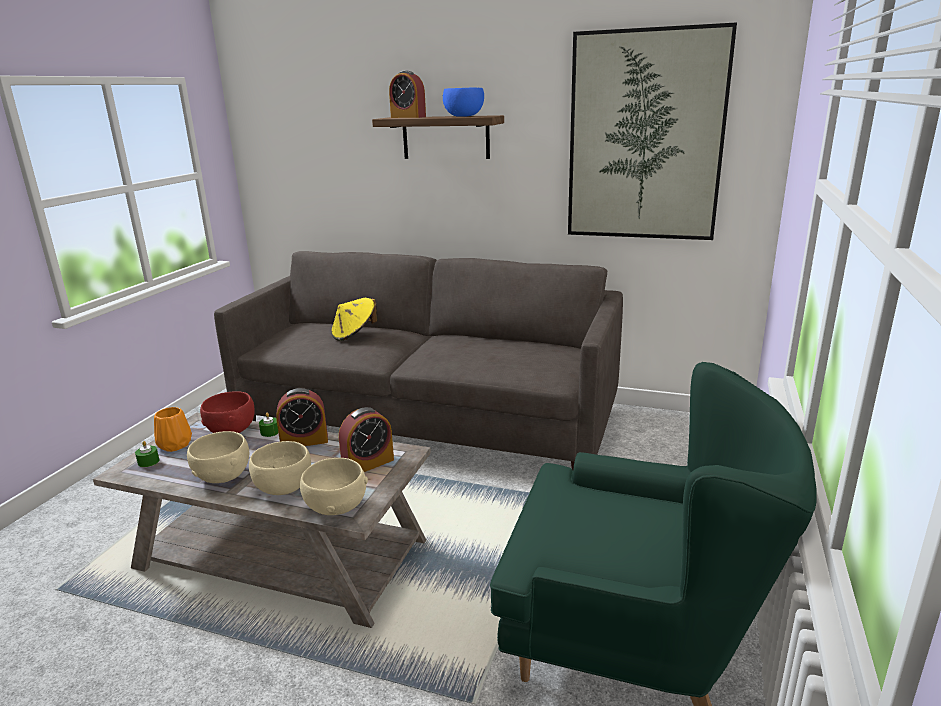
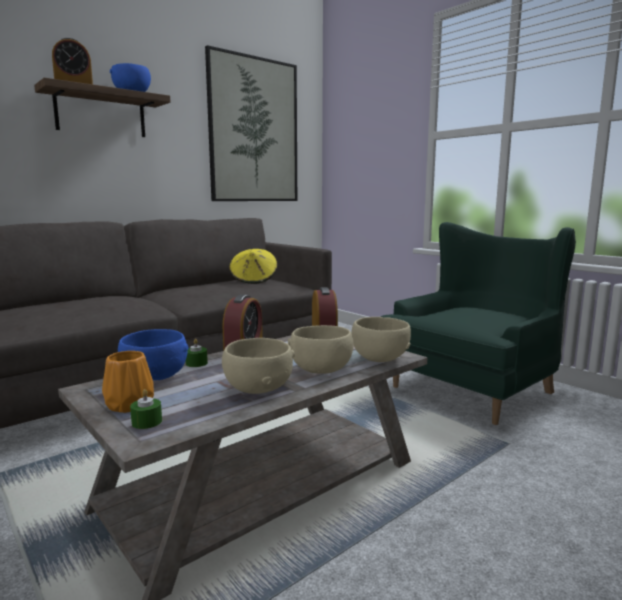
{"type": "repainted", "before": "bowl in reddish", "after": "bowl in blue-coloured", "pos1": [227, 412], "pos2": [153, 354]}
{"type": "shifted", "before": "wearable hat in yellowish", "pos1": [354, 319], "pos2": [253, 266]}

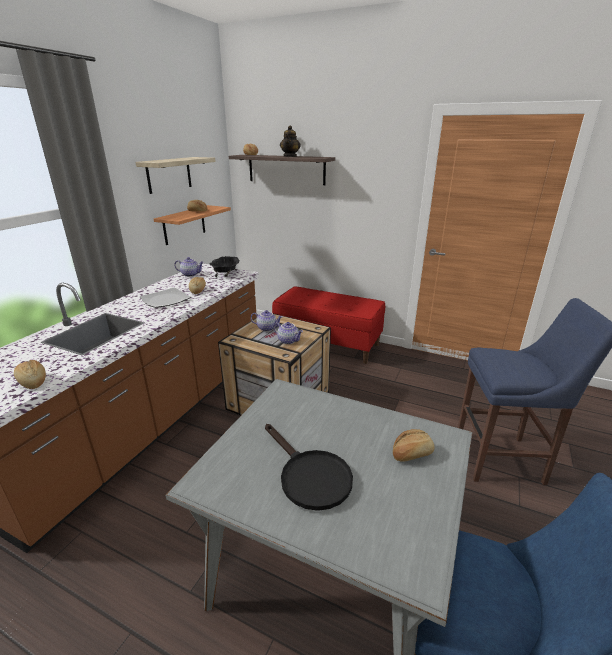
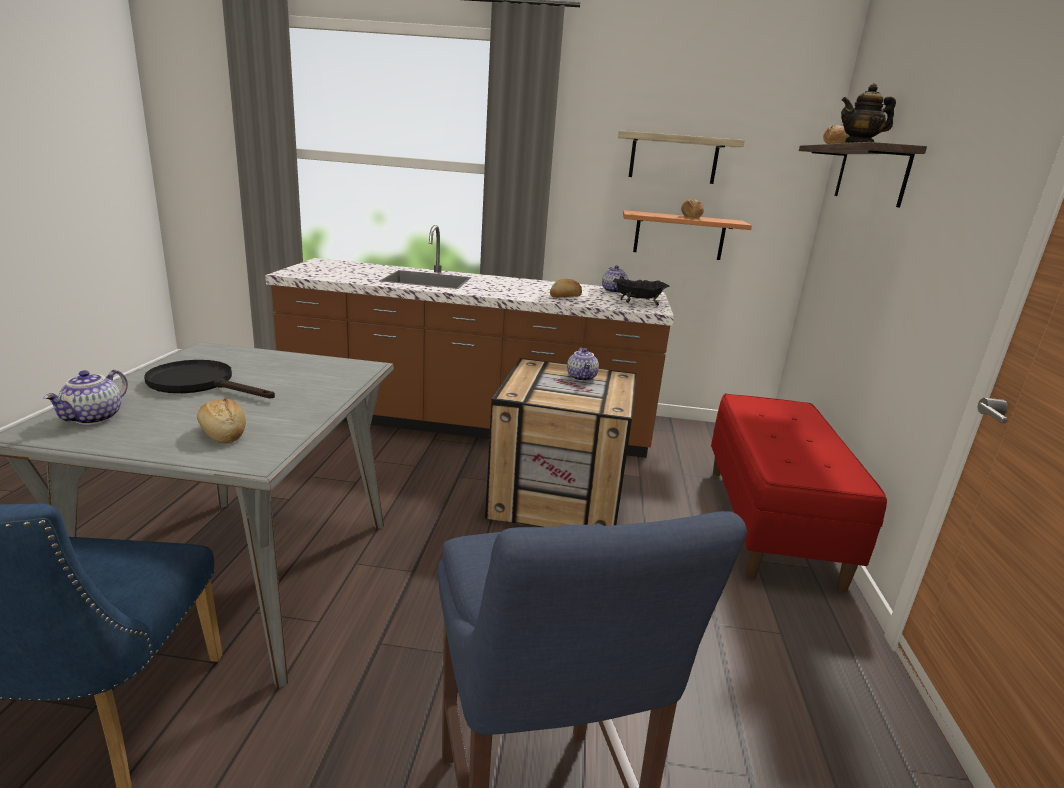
{"type": "shifted", "before": "pot for tea", "pos1": [288, 333], "pos2": [85, 397]}
{"type": "rotated", "before": "frying pan in blackish", "pos1": [309, 467], "pos2": [209, 379], "turn": 75}
{"type": "gone", "before": "baked bread", "pos1": [30, 374]}
{"type": "gone", "before": "dinner plate", "pos1": [165, 298]}

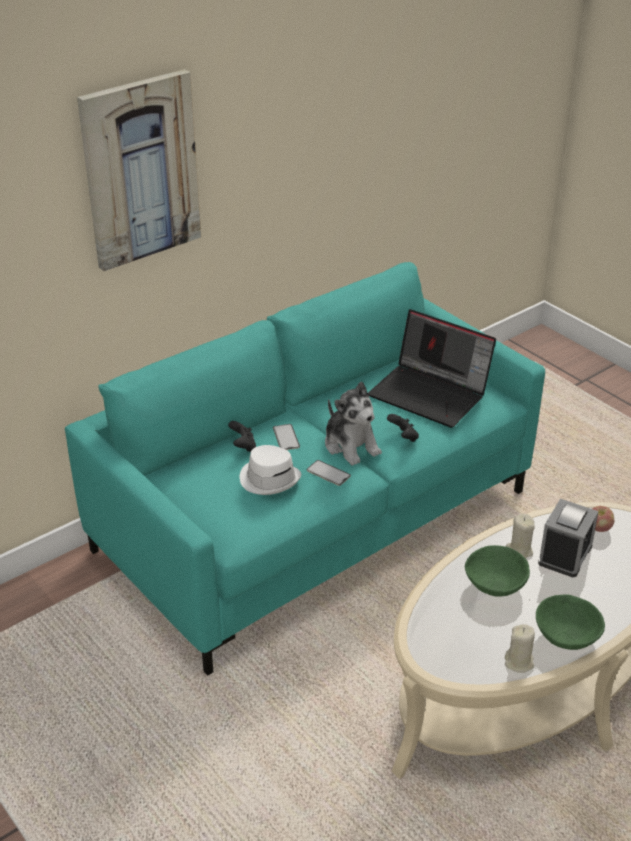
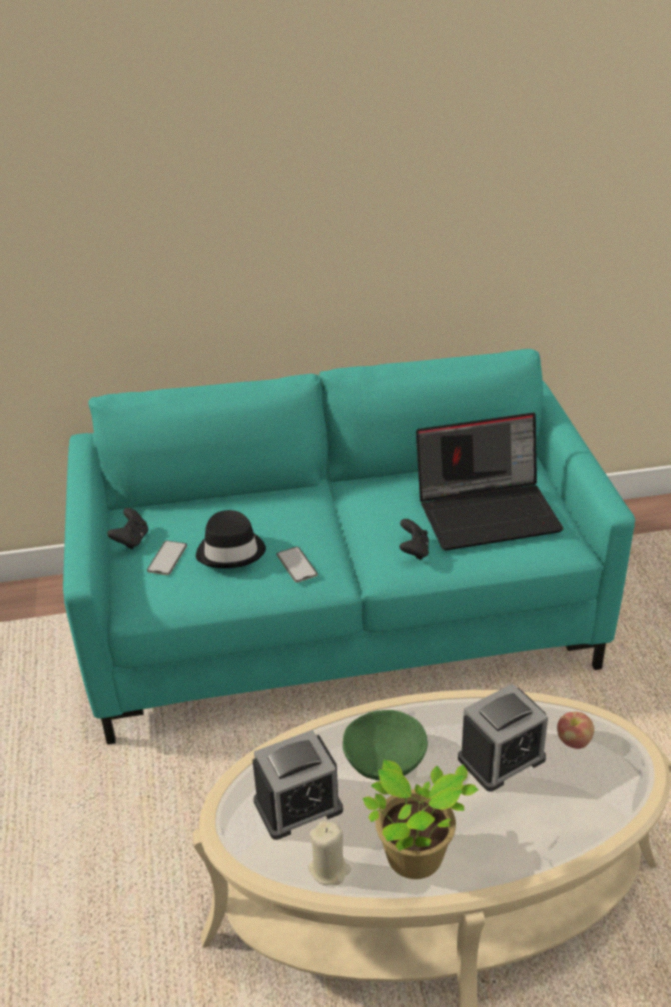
{"type": "shifted", "before": "joypad in blackish", "pos1": [242, 436], "pos2": [127, 528]}
{"type": "shifted", "before": "phone", "pos1": [286, 437], "pos2": [167, 557]}
{"type": "repainted", "before": "wearable hat in whitish", "after": "wearable hat in blackish", "pos1": [270, 470], "pos2": [231, 539]}
{"type": "new", "after": "table clock", "pos2": [297, 785]}
{"type": "swapped", "before": "bowl in green-coloured", "after": "plant in a pot", "pos1": [570, 622], "pos2": [421, 819]}
{"type": "rotated", "before": "laptop", "pos1": [432, 368], "pos2": [489, 481], "turn": -75}
{"type": "gone", "before": "picture", "pos1": [139, 170]}
{"type": "gone", "before": "plush toy", "pos1": [353, 423]}
{"type": "gone", "before": "candle in sand-coloured", "pos1": [520, 536]}

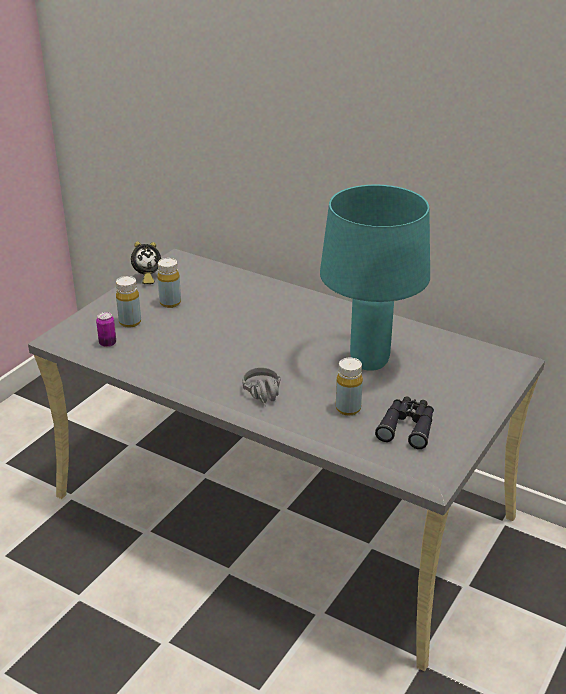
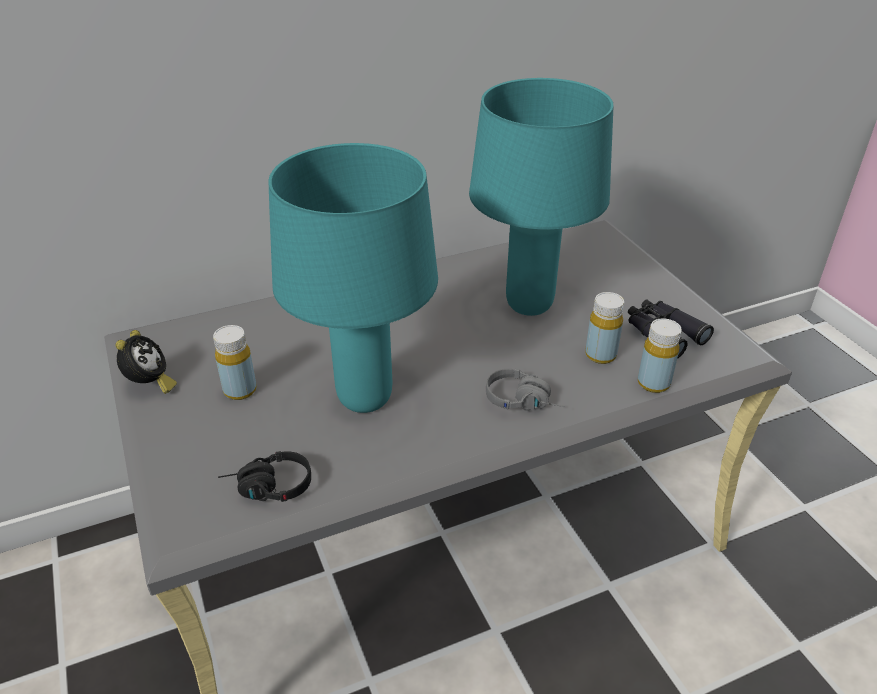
{"type": "swapped", "before": "metal can", "after": "headset in blackish", "pos1": [106, 329], "pos2": [264, 476]}
{"type": "new", "after": "tabletop lamp in blue-green", "pos2": [353, 278]}
{"type": "shifted", "before": "bottle in yellowish", "pos1": [128, 302], "pos2": [660, 355]}

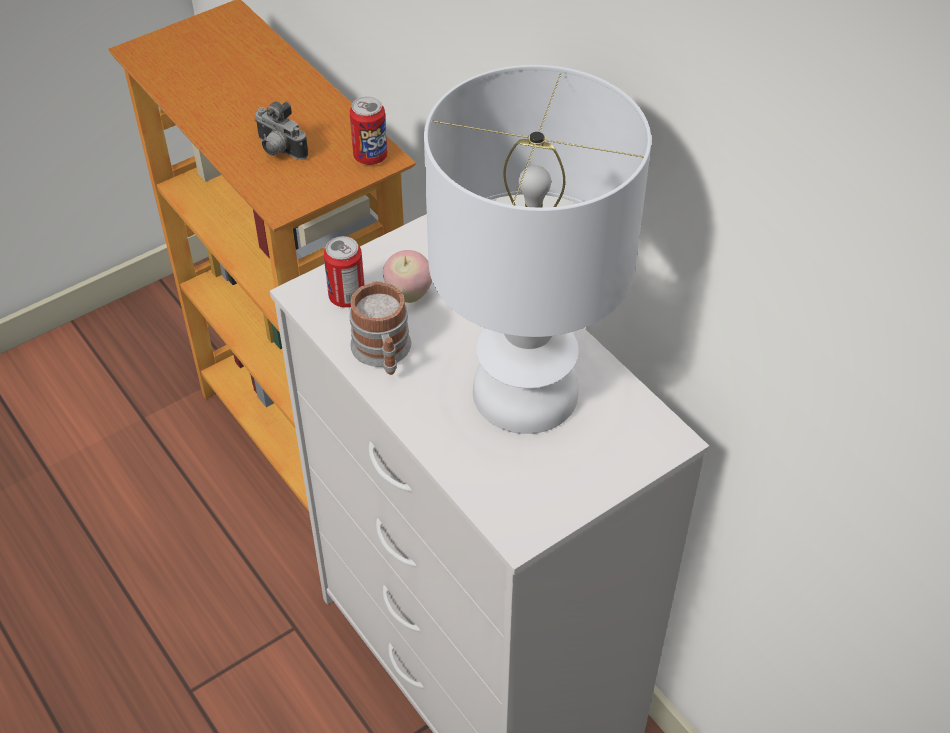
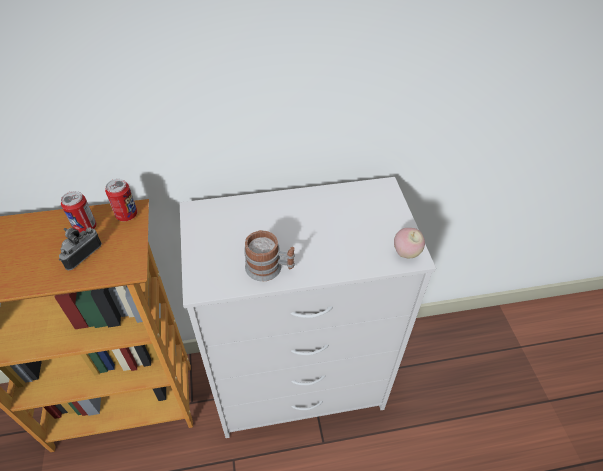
{"type": "rotated", "before": "still camera", "pos1": [281, 130], "pos2": [80, 248], "turn": 150}
{"type": "shifted", "before": "metal can", "pos1": [344, 271], "pos2": [78, 212]}
{"type": "shifted", "before": "whole apple", "pos1": [407, 276], "pos2": [409, 243]}
{"type": "gone", "before": "tabletop lamp in whitish", "pos1": [537, 249]}

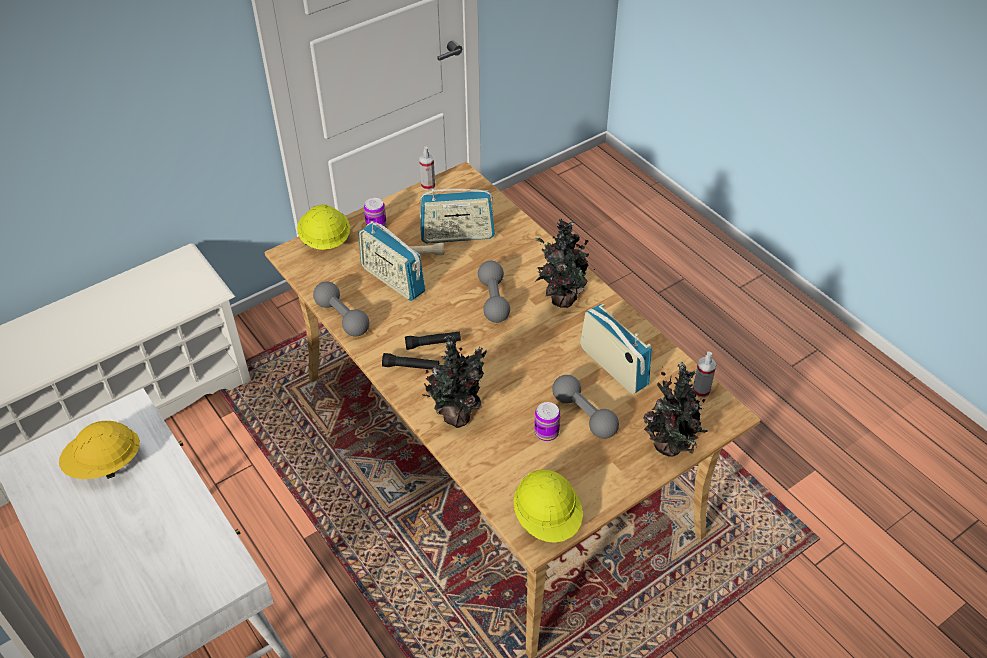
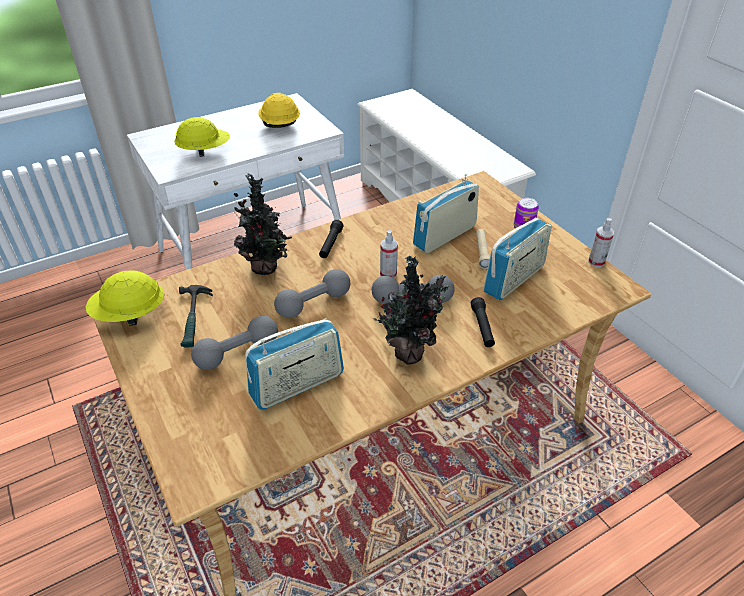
{"type": "shifted", "before": "work helmet in yellowish", "pos1": [323, 227], "pos2": [202, 137]}
{"type": "new", "after": "hand hammer", "pos2": [196, 316]}
{"type": "shifted", "before": "free weight in grey", "pos1": [341, 308], "pos2": [312, 293]}
{"type": "shifted", "before": "hand sprayer", "pos1": [704, 374], "pos2": [389, 254]}
{"type": "shifted", "before": "flashlight in blackish", "pos1": [433, 340], "pos2": [483, 322]}
{"type": "rotated", "before": "radio receiver", "pos1": [457, 216], "pos2": [517, 259], "turn": -135}
{"type": "gone", "before": "metal can", "pos1": [547, 421]}
{"type": "gone", "before": "plant in a pot", "pos1": [675, 409]}

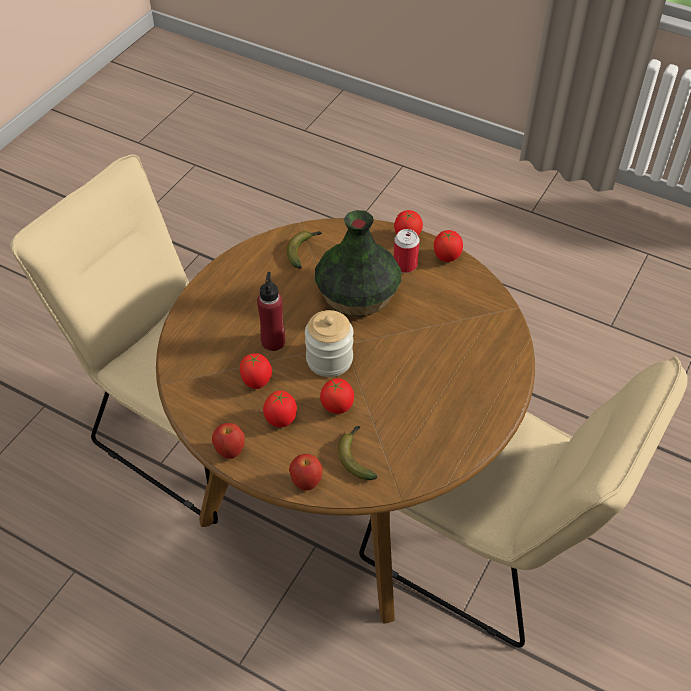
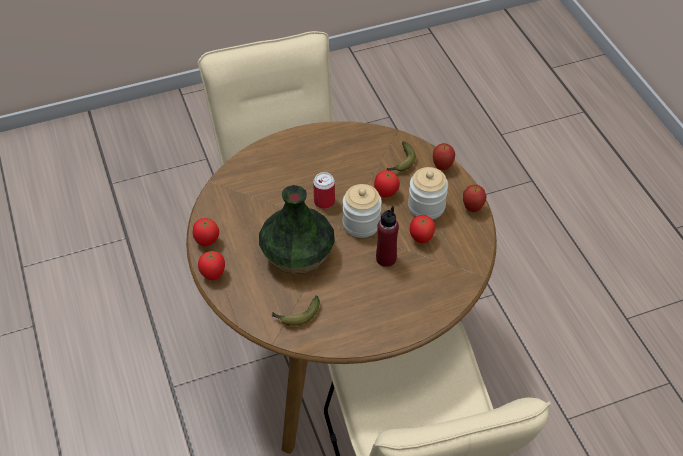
{"type": "shifted", "before": "metal can", "pos1": [406, 251], "pos2": [324, 190]}
{"type": "swapped", "before": "whole tomato", "after": "jar", "pos1": [280, 408], "pos2": [428, 193]}

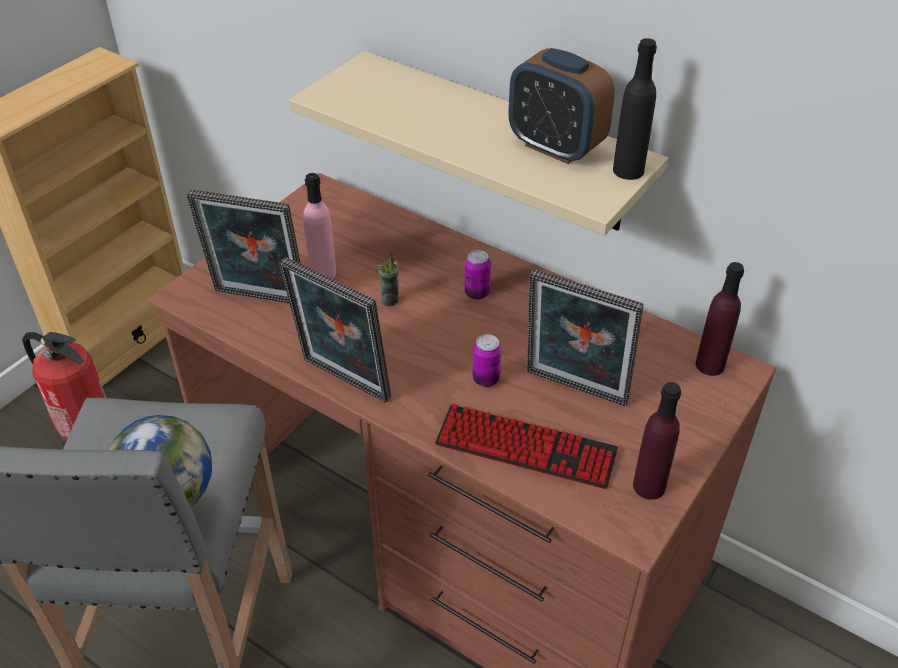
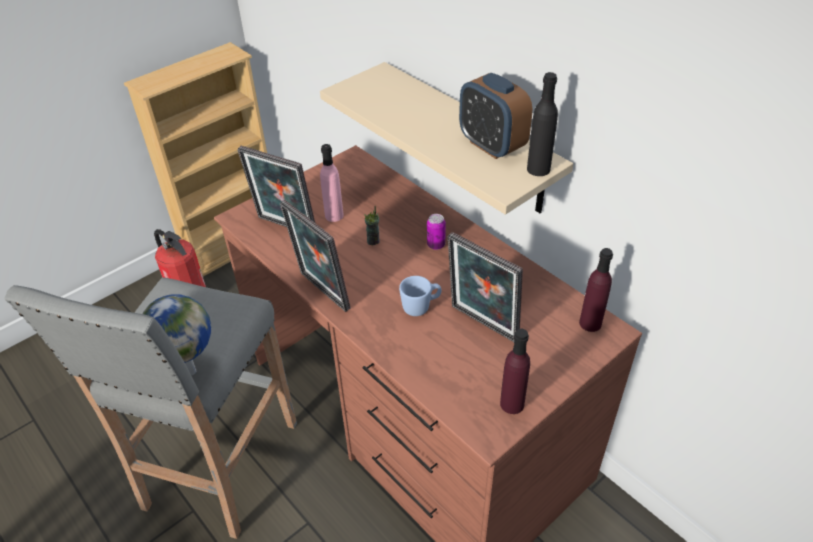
{"type": "swapped", "before": "metal can", "after": "coffee mug in blue-coloured", "pos1": [487, 360], "pos2": [420, 296]}
{"type": "gone", "before": "keyboard", "pos1": [526, 446]}

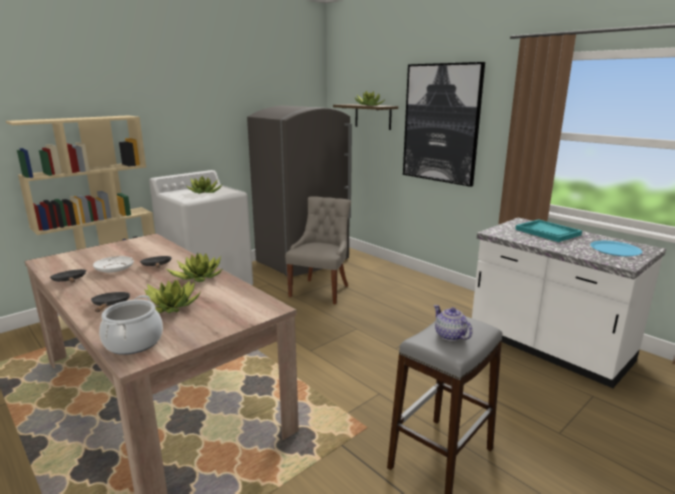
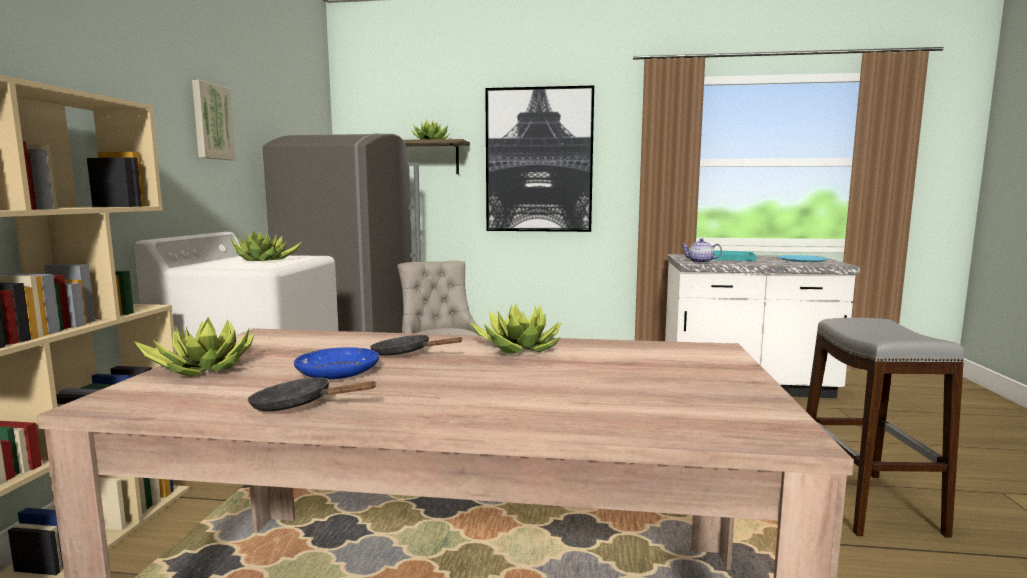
{"type": "shifted", "before": "plant in a pot", "pos1": [172, 296], "pos2": [194, 347]}
{"type": "new", "after": "picture", "pos2": [213, 120]}
{"type": "repainted", "before": "dinner plate in whitish", "after": "dinner plate in blue-coloured", "pos1": [113, 264], "pos2": [336, 363]}
{"type": "shifted", "before": "pot for tea", "pos1": [453, 323], "pos2": [701, 251]}
{"type": "gone", "before": "frying pan in blackish", "pos1": [110, 302]}
{"type": "gone", "before": "cooking pot", "pos1": [131, 325]}

